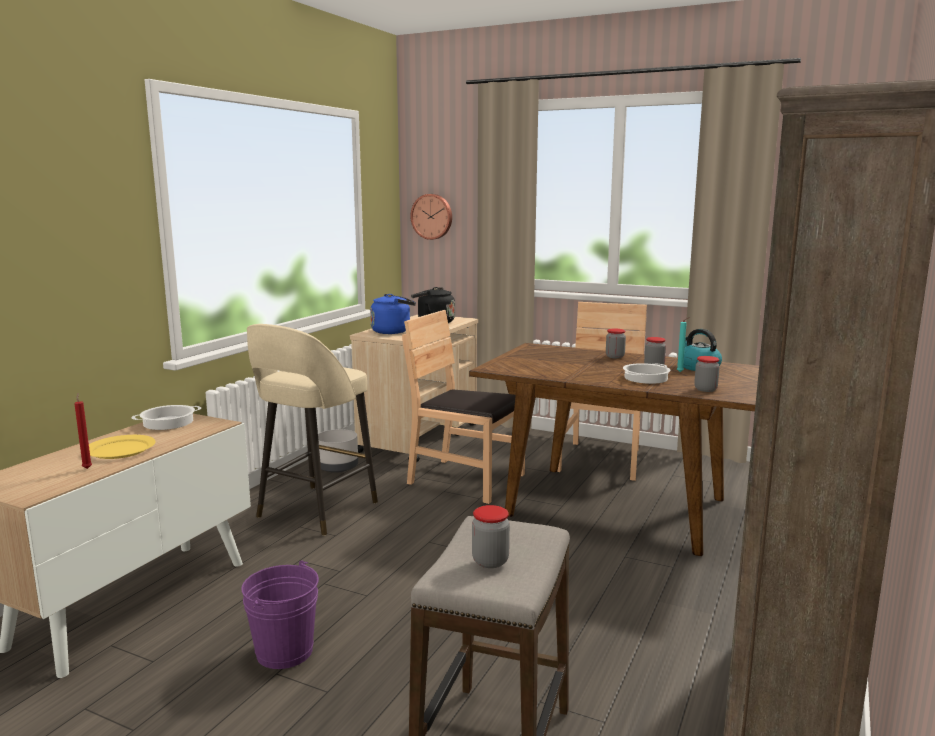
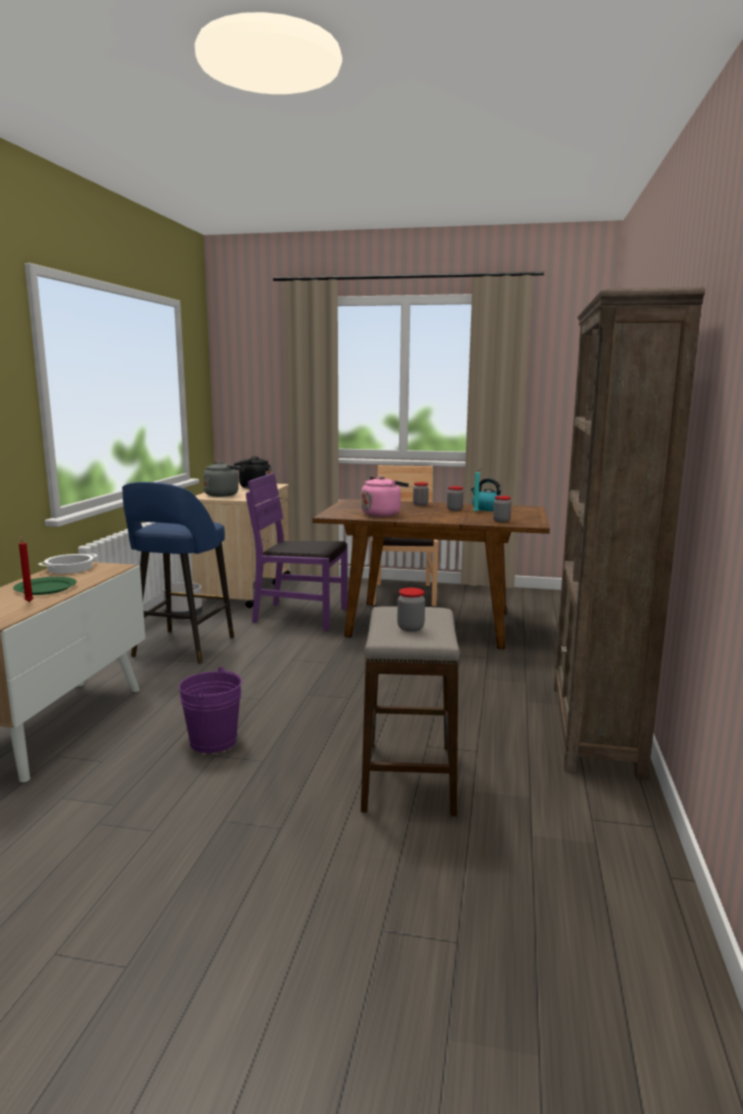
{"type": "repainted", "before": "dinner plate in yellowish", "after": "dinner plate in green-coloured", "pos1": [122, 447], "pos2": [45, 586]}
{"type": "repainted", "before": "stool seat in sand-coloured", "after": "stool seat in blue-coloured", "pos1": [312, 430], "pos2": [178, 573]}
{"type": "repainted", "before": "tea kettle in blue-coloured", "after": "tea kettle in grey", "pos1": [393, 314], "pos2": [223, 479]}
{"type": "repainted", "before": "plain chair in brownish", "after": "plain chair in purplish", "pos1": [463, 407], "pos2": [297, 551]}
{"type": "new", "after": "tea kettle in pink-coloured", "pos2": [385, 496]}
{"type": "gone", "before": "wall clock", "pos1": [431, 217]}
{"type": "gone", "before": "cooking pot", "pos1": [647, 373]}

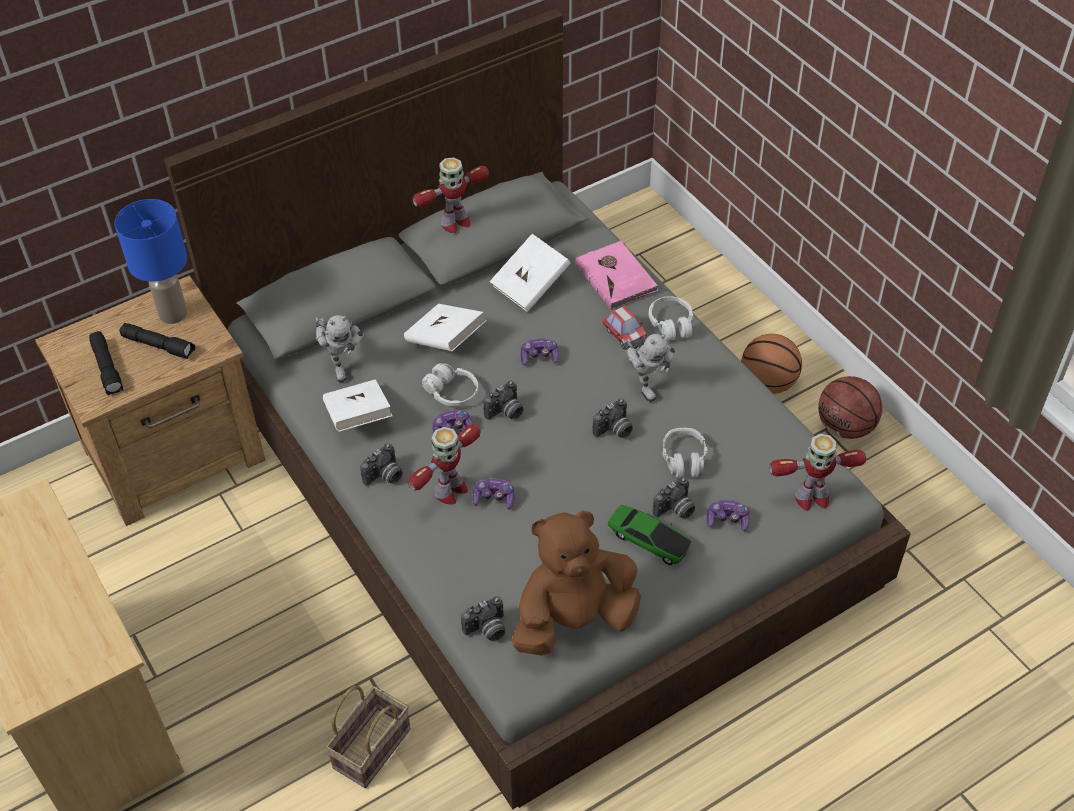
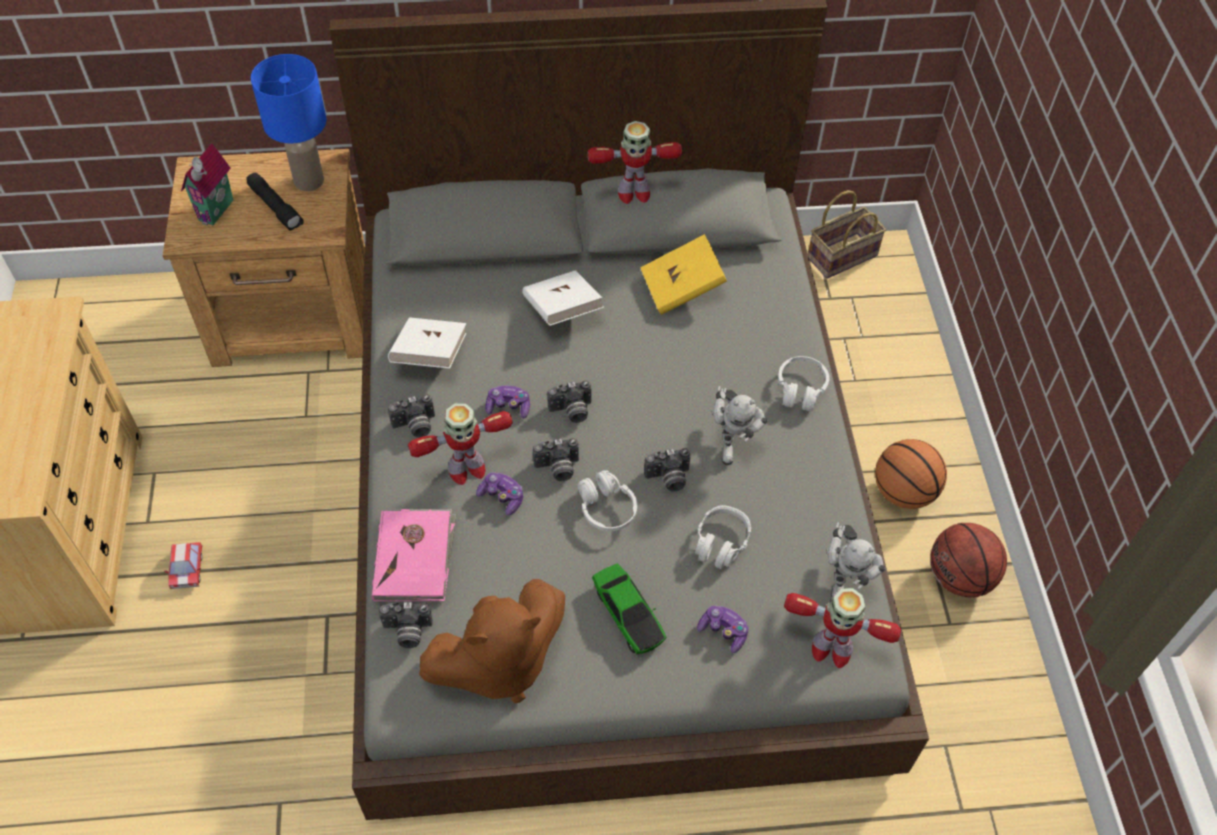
{"type": "shifted", "before": "miniature car", "pos1": [624, 326], "pos2": [183, 565]}
{"type": "swapped", "before": "flashlight in blackish", "after": "miniature house", "pos1": [106, 363], "pos2": [207, 184]}
{"type": "shifted", "before": "book in pink-coloured", "pos1": [617, 275], "pos2": [414, 555]}
{"type": "rotated", "before": "plush toy in brownish", "pos1": [576, 583], "pos2": [492, 641], "turn": 150}
{"type": "shifted", "before": "still camera", "pos1": [674, 498], "pos2": [556, 459]}
{"type": "shifted", "before": "headset in whitish", "pos1": [450, 384], "pos2": [607, 500]}
{"type": "repainted", "before": "book in whitish", "after": "book in yellowish", "pos1": [530, 273], "pos2": [683, 274]}
{"type": "shifted", "before": "basket", "pos1": [368, 737], "pos2": [847, 234]}
{"type": "shifted", "before": "toy robot", "pos1": [340, 348], "pos2": [856, 562]}
{"type": "gone", "before": "joypad", "pos1": [540, 352]}

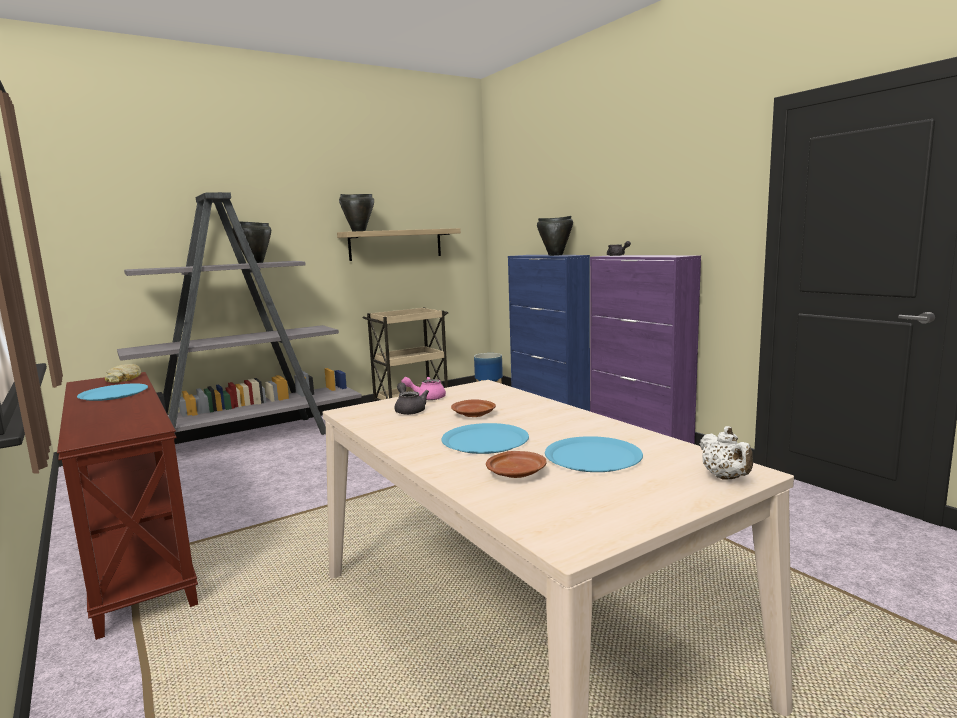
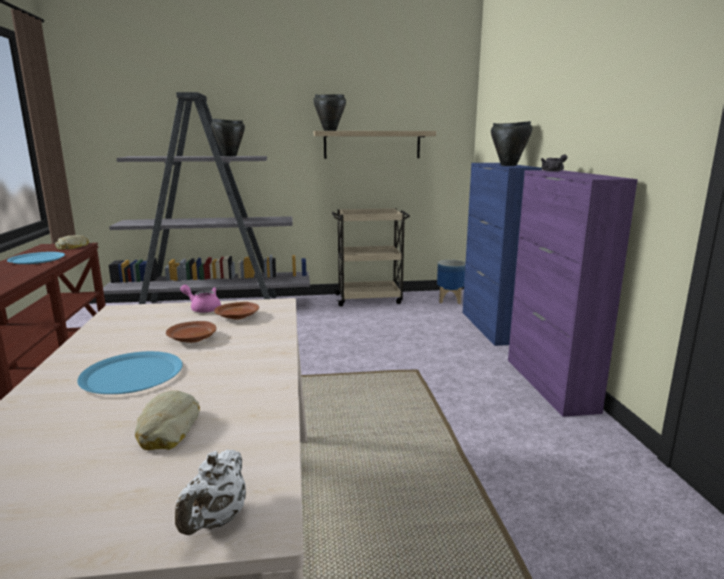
{"type": "swapped", "before": "dinner plate in blue-coloured", "after": "baked bread", "pos1": [594, 454], "pos2": [167, 420]}
{"type": "shifted", "before": "dinner plate in brownish", "pos1": [516, 464], "pos2": [236, 311]}
{"type": "gone", "before": "pot for tea in grey", "pos1": [411, 398]}

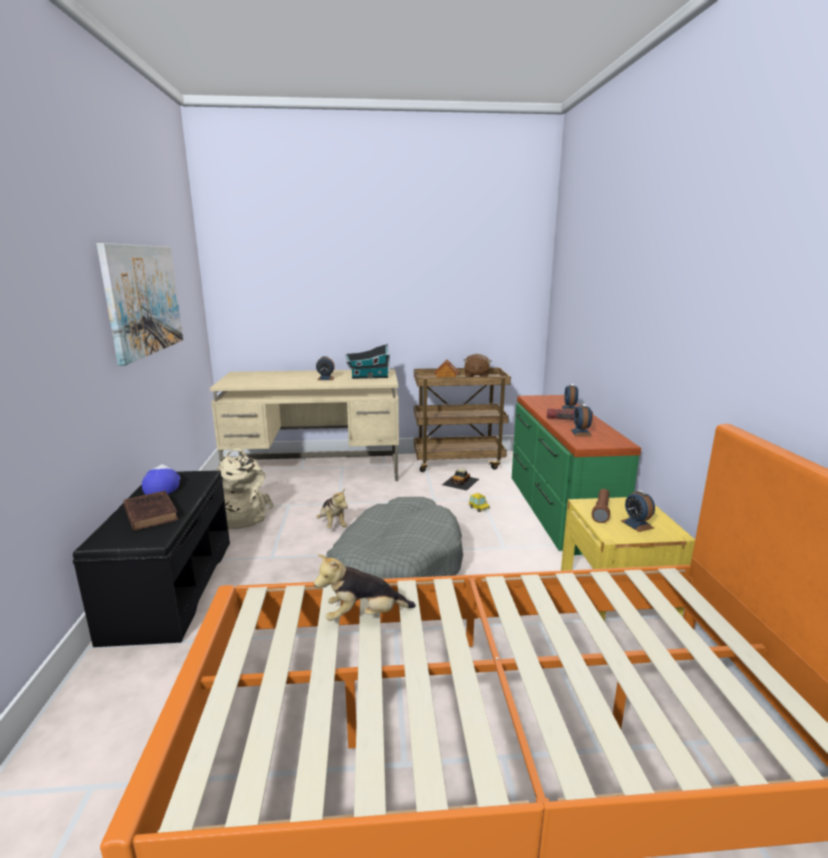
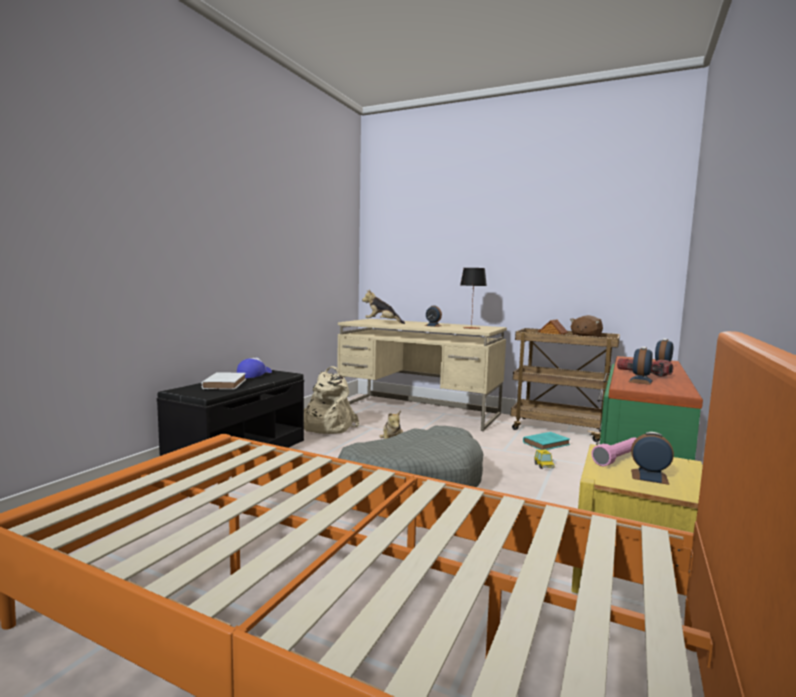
{"type": "repainted", "before": "book in brownish", "after": "book in whitish", "pos1": [151, 511], "pos2": [223, 381]}
{"type": "shifted", "before": "plush toy", "pos1": [365, 587], "pos2": [383, 307]}
{"type": "swapped", "before": "miniature house", "after": "tabletop lamp", "pos1": [367, 361], "pos2": [473, 298]}
{"type": "swapped", "before": "miniature car", "after": "book in blue-green", "pos1": [460, 480], "pos2": [546, 441]}
{"type": "repainted", "before": "flashlight in brownish", "after": "flashlight in pink-coloured", "pos1": [601, 506], "pos2": [613, 451]}
{"type": "rotated", "before": "table clock", "pos1": [637, 511], "pos2": [652, 458], "turn": 105}
{"type": "gone", "before": "picture", "pos1": [140, 304]}

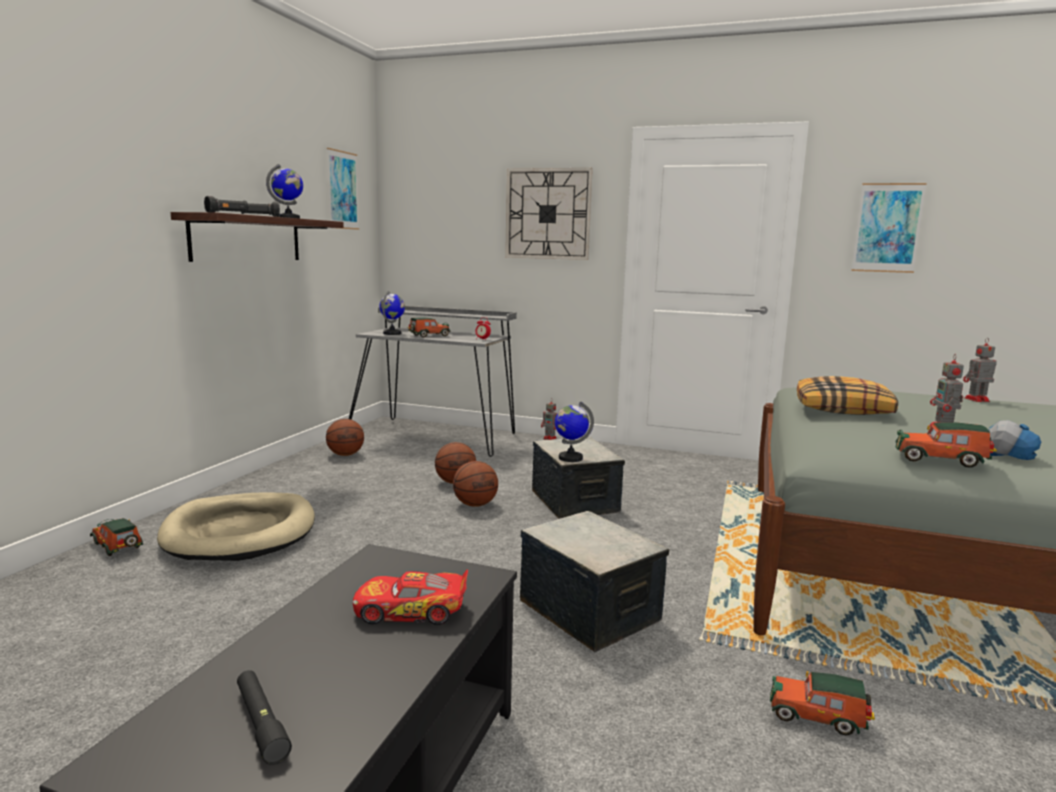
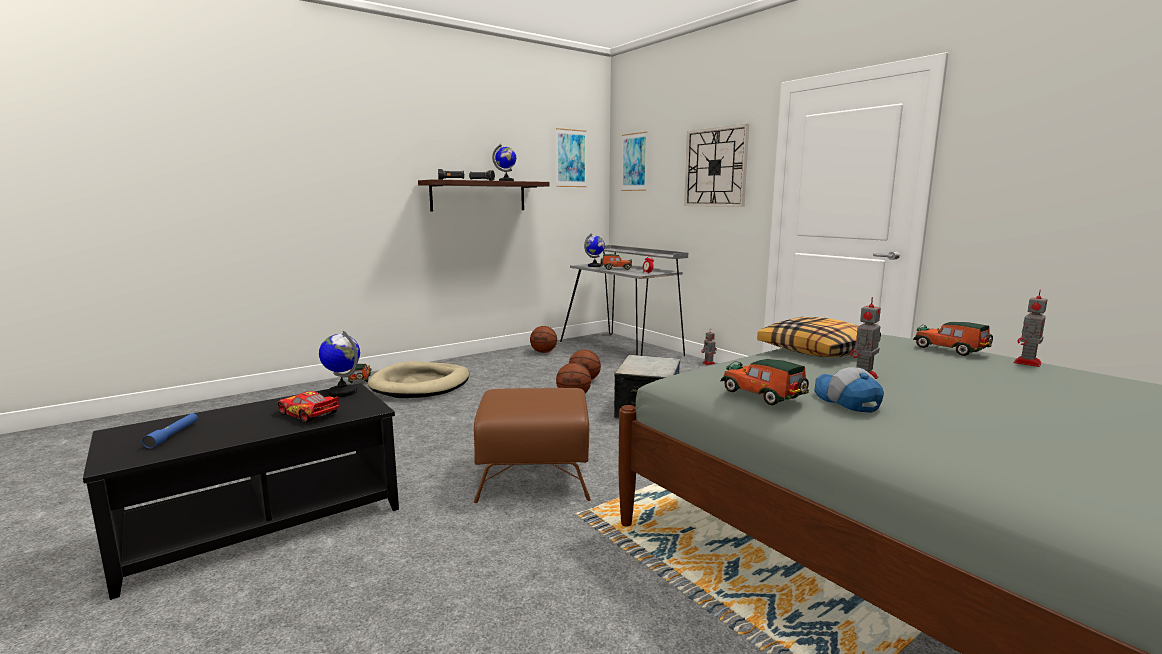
{"type": "repainted", "before": "flashlight in blackish", "after": "flashlight in blue-coloured", "pos1": [264, 717], "pos2": [170, 431]}
{"type": "shifted", "before": "globe", "pos1": [574, 432], "pos2": [339, 364]}
{"type": "swapped", "before": "storage bin", "after": "footrest in brownish", "pos1": [594, 581], "pos2": [532, 445]}
{"type": "shifted", "before": "picture", "pos1": [889, 228], "pos2": [634, 161]}
{"type": "shifted", "before": "miniature car", "pos1": [822, 703], "pos2": [953, 339]}
{"type": "rotated", "before": "toy robot", "pos1": [980, 370], "pos2": [1030, 328], "turn": -75}

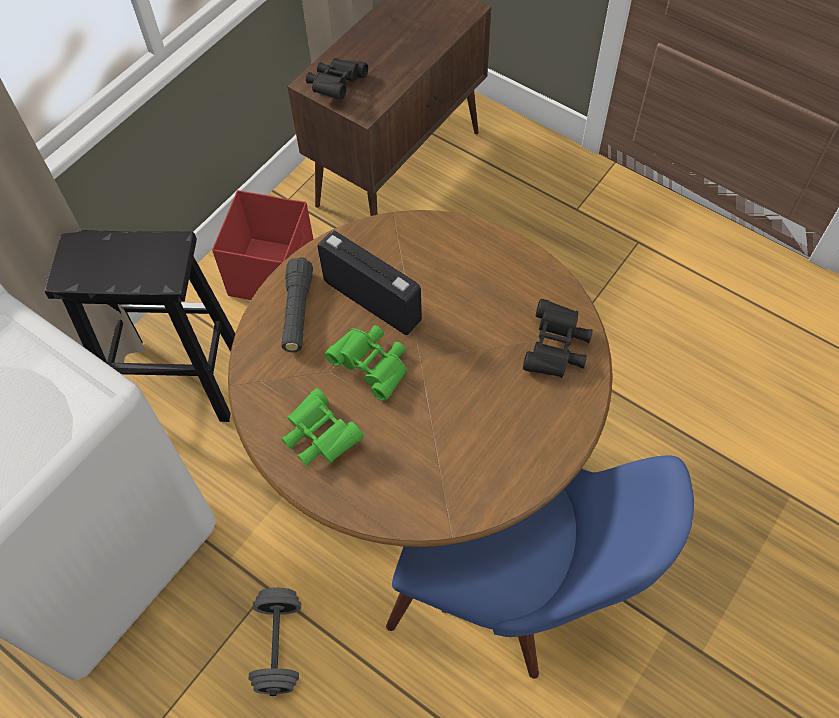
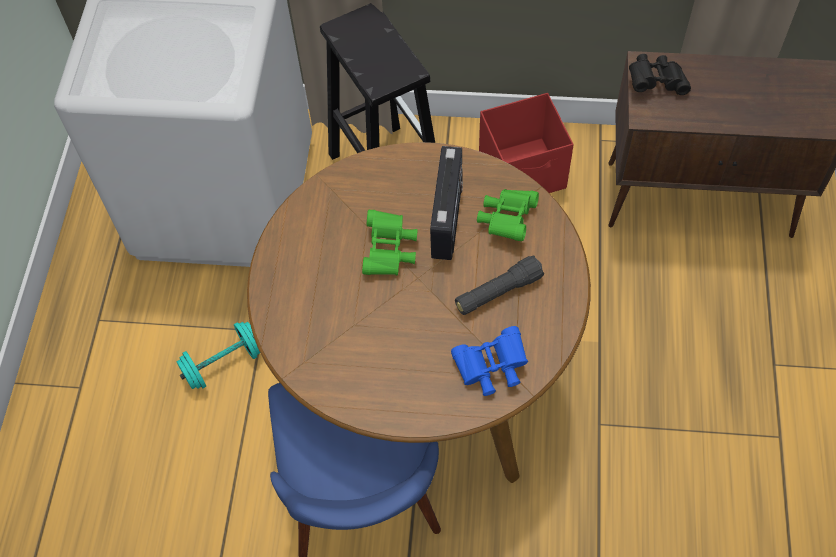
{"type": "repainted", "before": "free weight in grey", "after": "free weight in blue-green", "pos1": [275, 642], "pos2": [218, 355]}
{"type": "repainted", "before": "field glasses in blackish", "after": "field glasses in blue-coloured", "pos1": [558, 338], "pos2": [489, 361]}
{"type": "shifted", "before": "flashlight in blackish", "pos1": [297, 305], "pos2": [499, 285]}
{"type": "shifted", "before": "field glasses in green-coloured", "pos1": [322, 427], "pos2": [508, 215]}

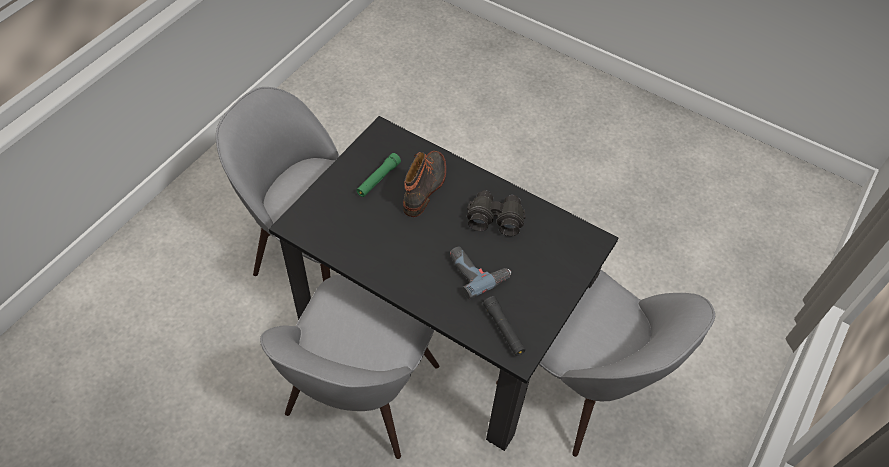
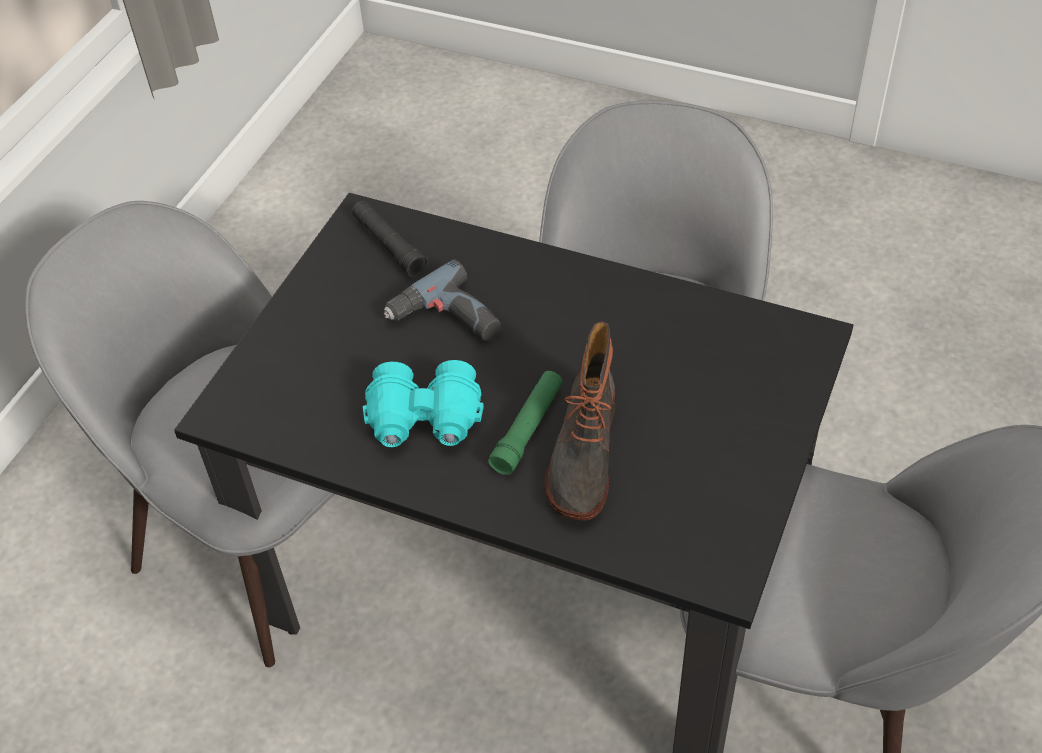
{"type": "repainted", "before": "field glasses in blackish", "after": "field glasses in blue-green", "pos1": [496, 213], "pos2": [423, 403]}
{"type": "shifted", "before": "flashlight in green-coloured", "pos1": [378, 175], "pos2": [525, 423]}

